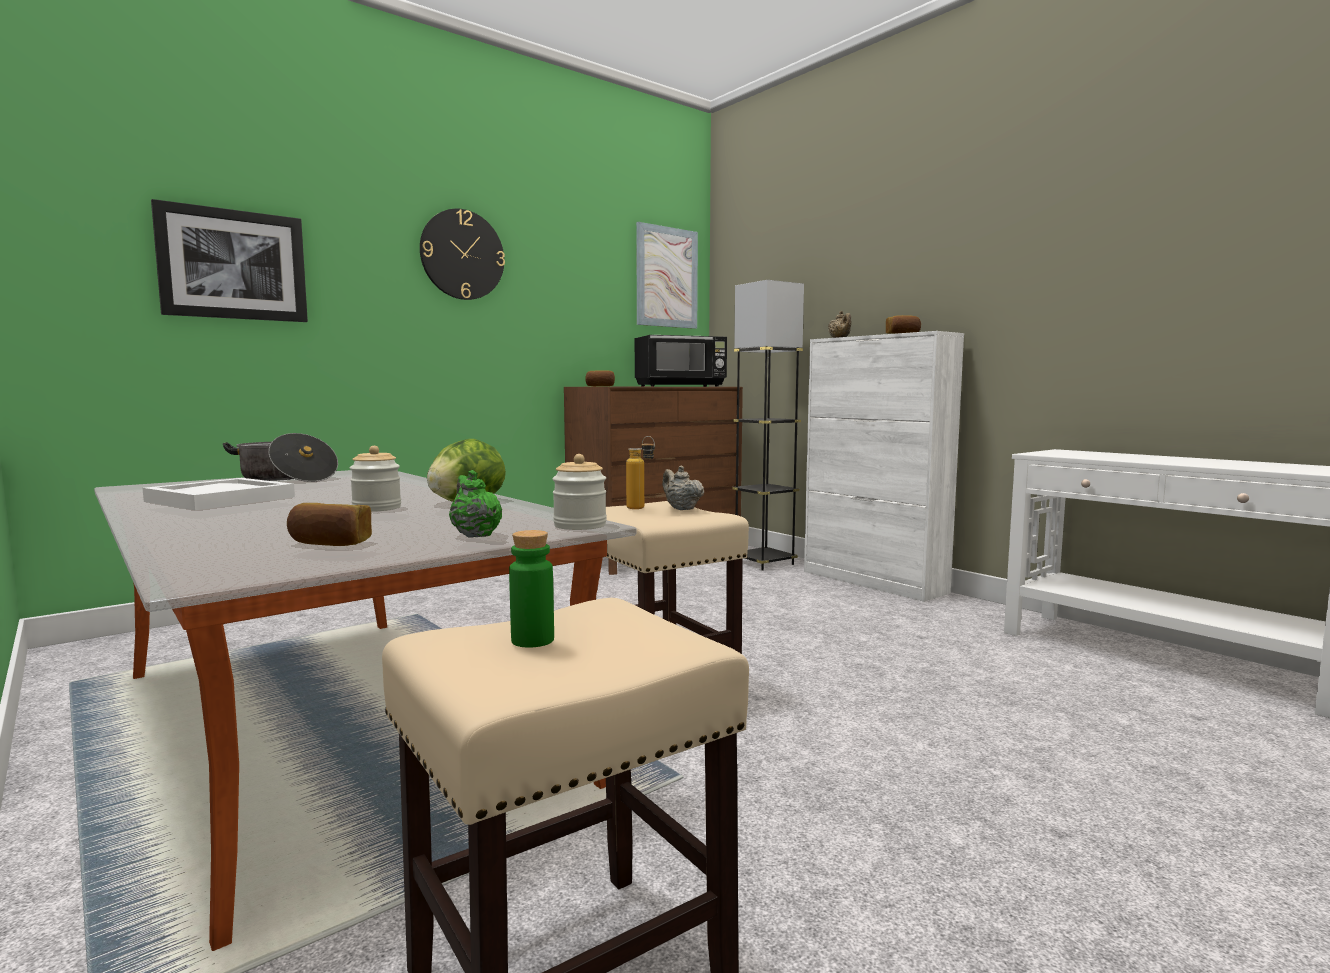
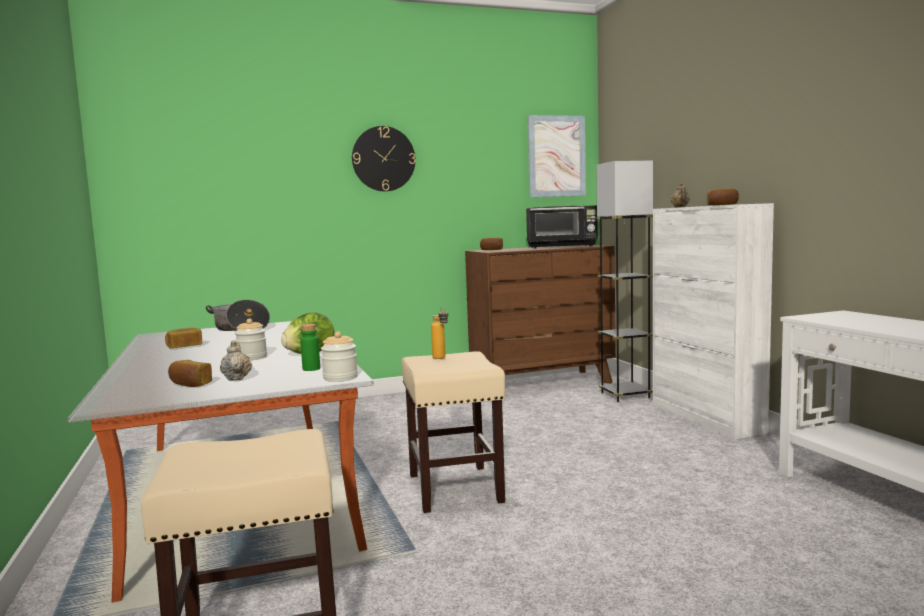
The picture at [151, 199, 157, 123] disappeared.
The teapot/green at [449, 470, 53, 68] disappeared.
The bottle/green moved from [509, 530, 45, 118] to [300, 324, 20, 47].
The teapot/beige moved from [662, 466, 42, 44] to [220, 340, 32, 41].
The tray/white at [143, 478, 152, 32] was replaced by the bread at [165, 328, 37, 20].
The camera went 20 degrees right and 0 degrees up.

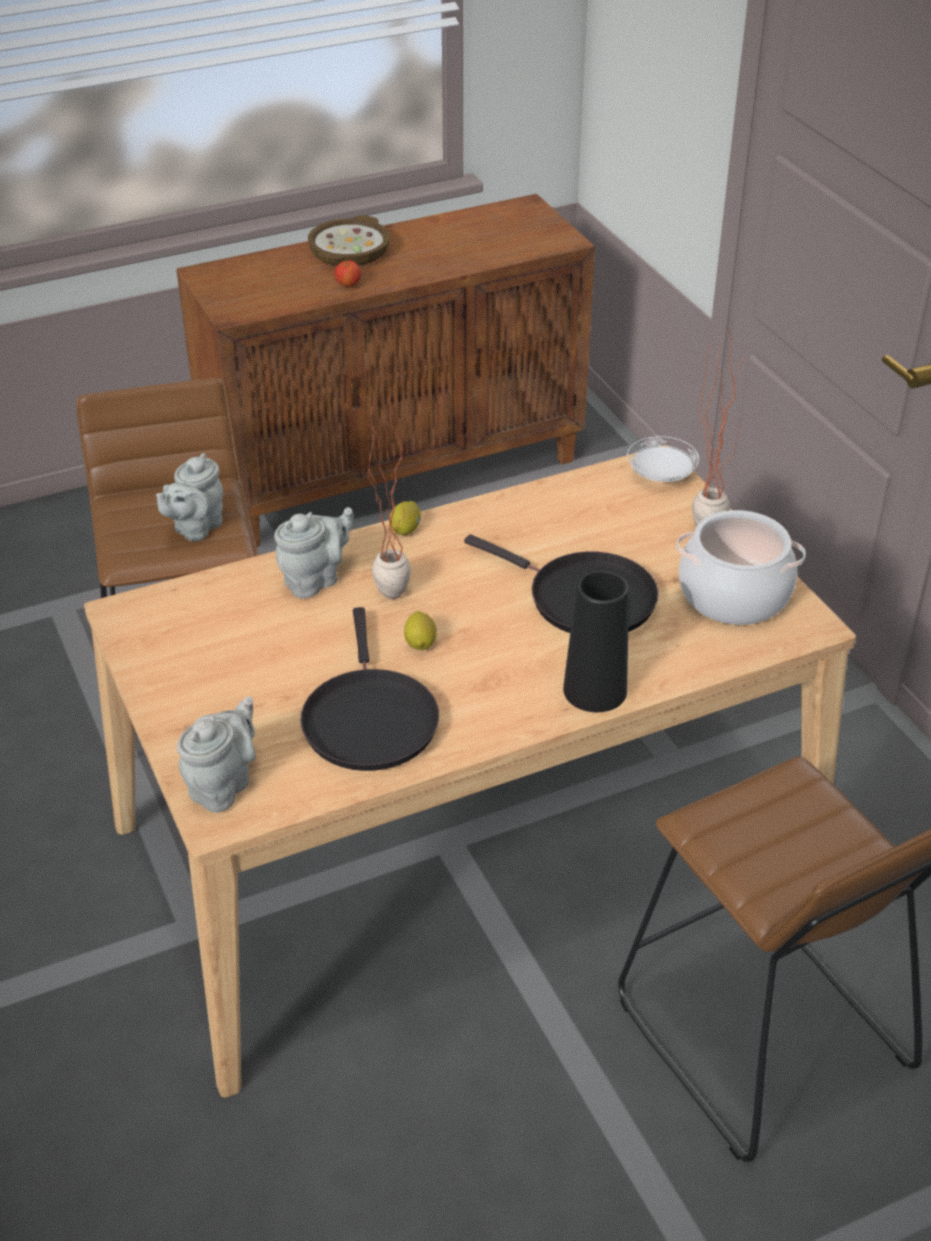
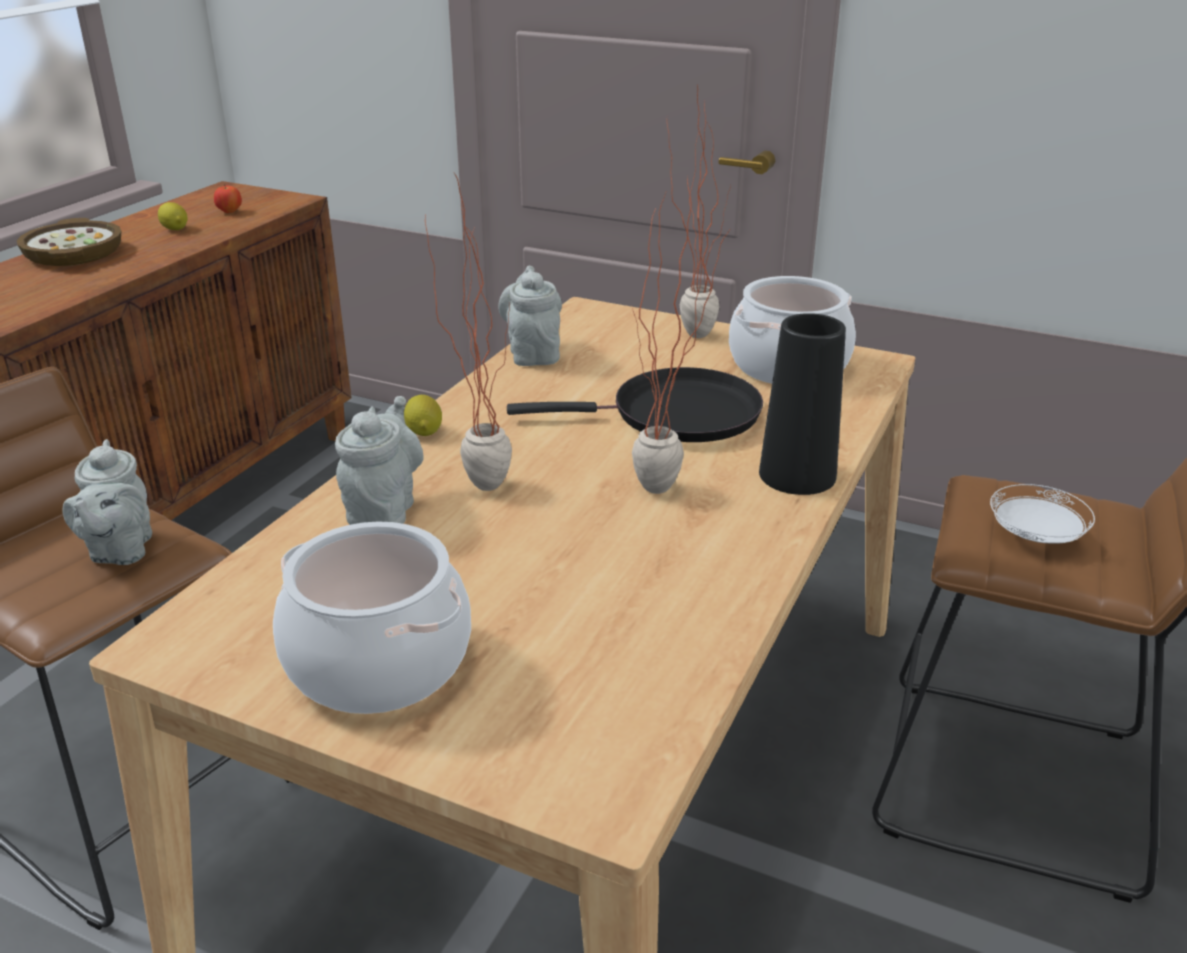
The frying pan/black at [301, 607, 138, 164] disappeared.
The cooking pot at [273, 521, 198, 193] appeared.
The potted plant at [632, 178, 99, 316] appeared.
The teapot/grey moved from [177, 696, 79, 117] to [498, 266, 64, 100].
The apple moved from [335, 260, 26, 28] to [214, 184, 28, 29].
The lemon moved from [404, 611, 33, 39] to [158, 202, 29, 28].
The plate/white moved from [627, 436, 72, 46] to [990, 484, 105, 60].
The camera went 40 degrees left and 10 degrees down.

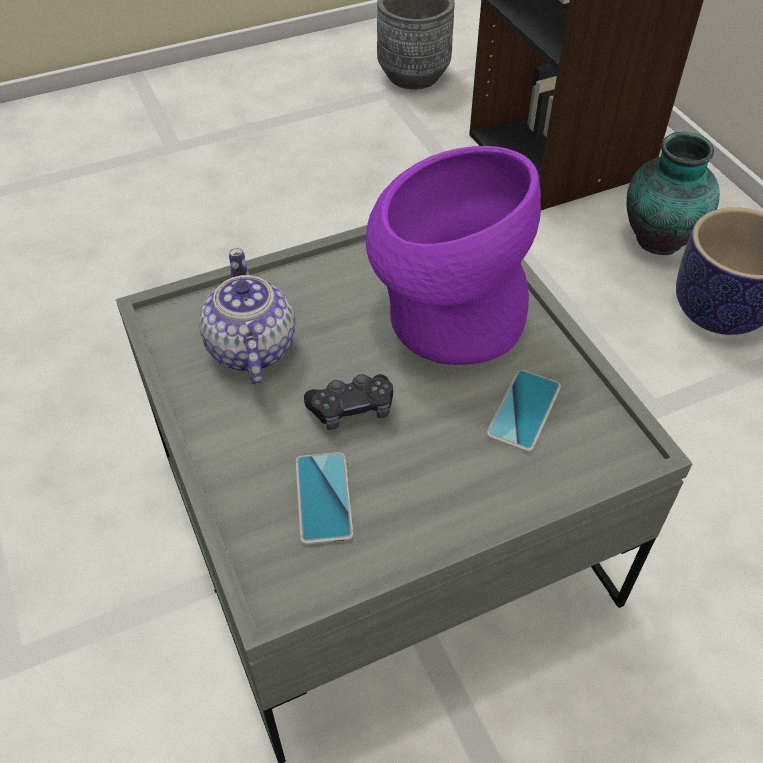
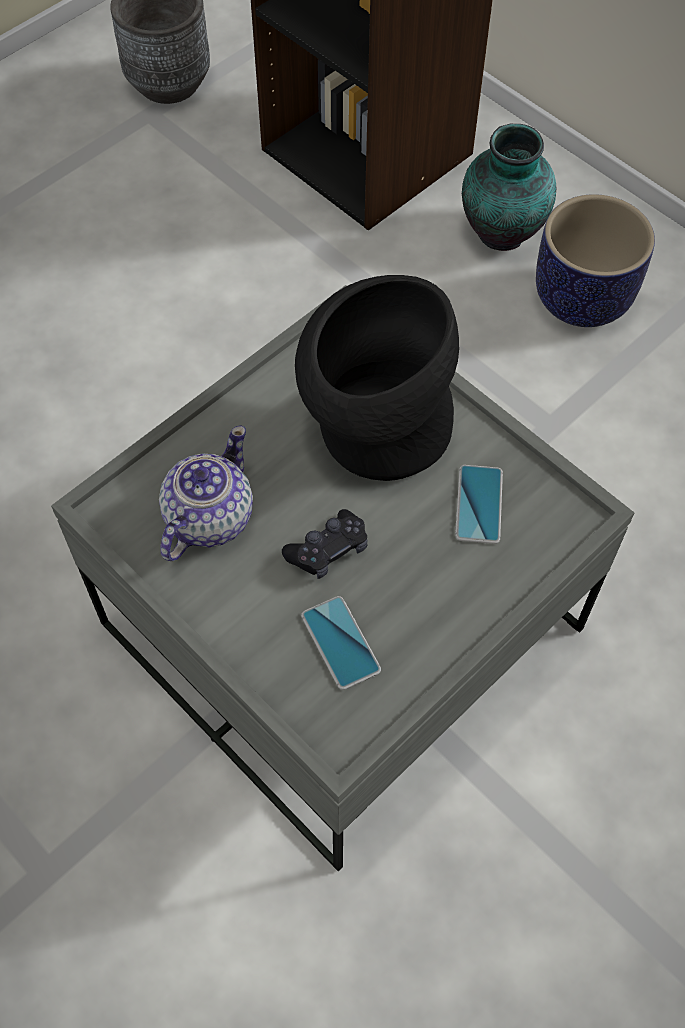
The vase/purple at [366, 146, 175, 219] became the vase/black at [295, 275, 164, 206].
The teapot at [199, 248, 96, 137] turned 60 degrees clockwise.
The camera went 20 degrees left and 10 degrees up.

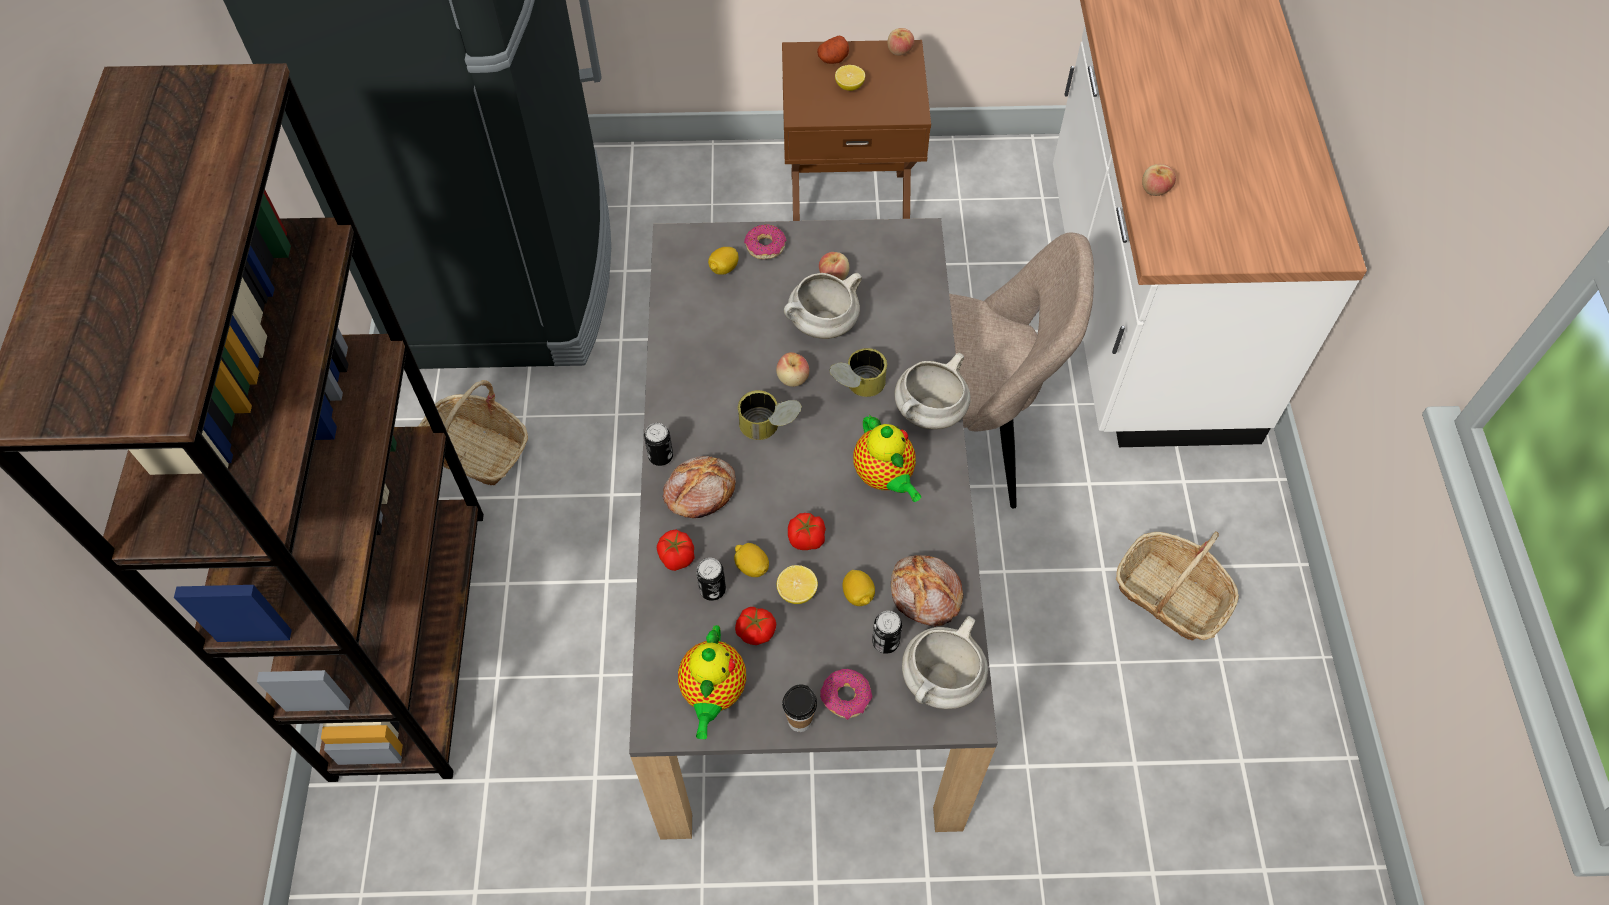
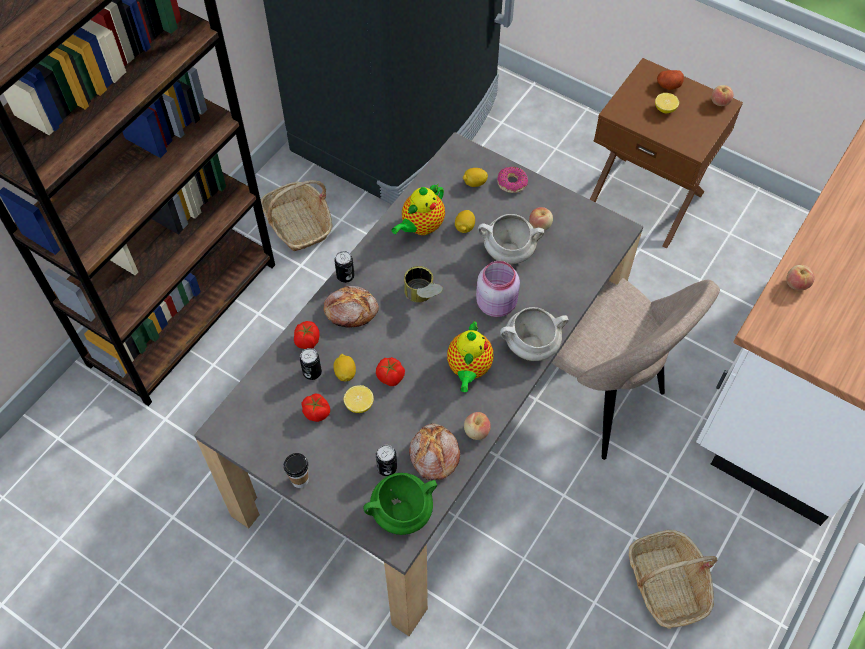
The donut at [820, 669, 53, 51] disappeared.
The teapot moved from [678, 625, 68, 115] to [391, 184, 54, 51].
The apple moved from [776, 352, 33, 35] to [464, 412, 27, 28].
The lemon moved from [843, 570, 32, 36] to [455, 210, 20, 23].
The can at [829, 348, 58, 49] was replaced by the jar/pink at [476, 261, 44, 56].
The cooking pot/white at [902, 616, 86, 93] became the cooking pot/green at [364, 473, 73, 62].
The camera went 35 degrees right and 0 degrees up.

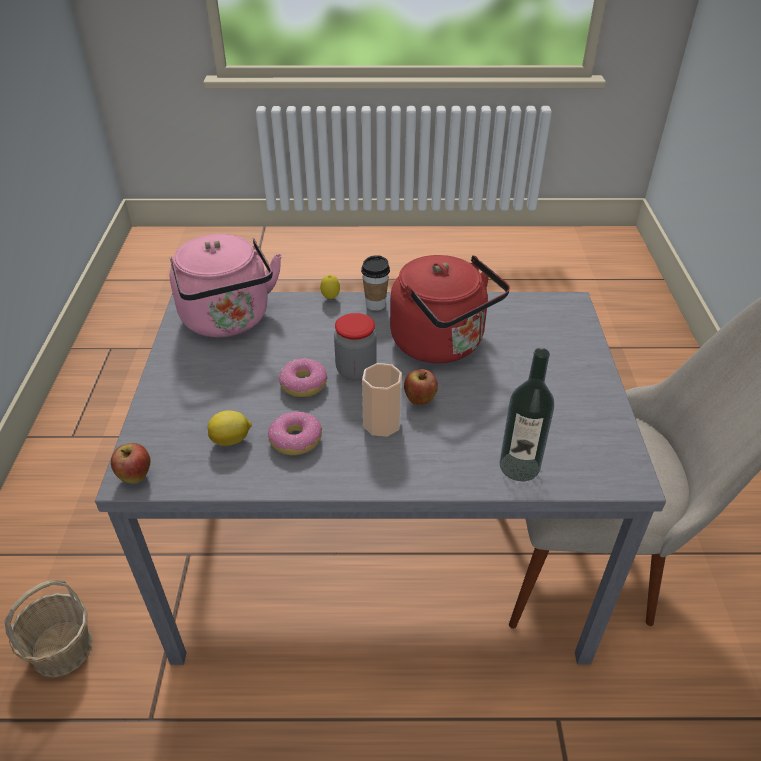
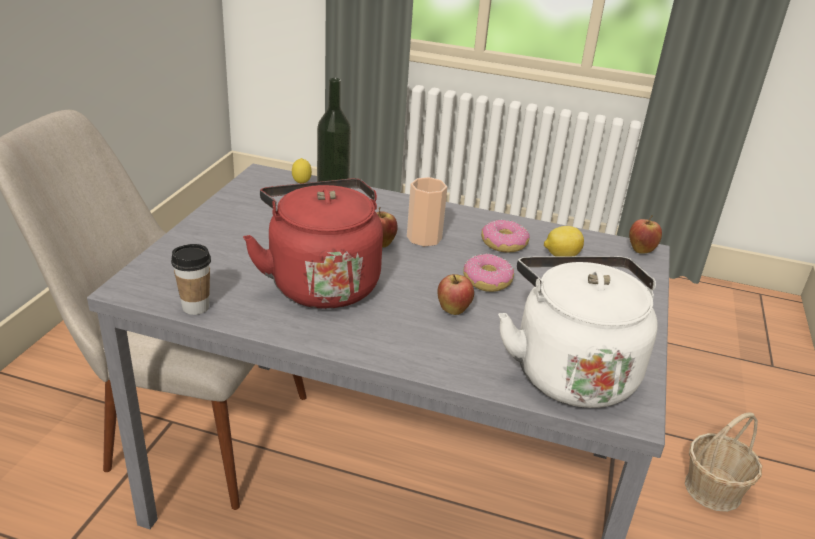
The jar at [334, 313, 43, 68] disappeared.
The apple at [438, 274, 36, 41] appeared.
The lemon moved from [320, 275, 20, 24] to [292, 158, 20, 26].
The cup moved from [361, 255, 29, 56] to [171, 244, 40, 71].
The kettle/pink at [170, 234, 112, 103] became the kettle/white at [498, 256, 160, 152].
The camera went 165 degrees left and 10 degrees down.

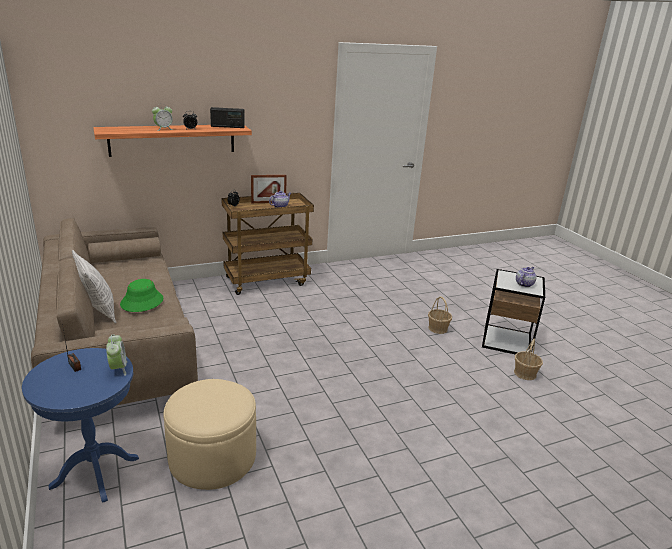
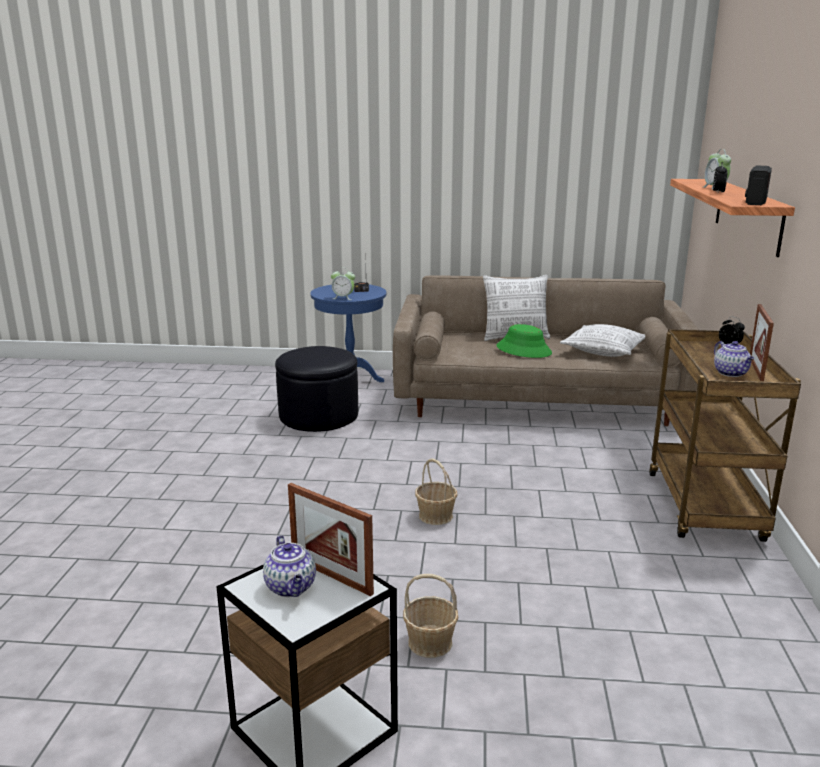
The picture frame at [288, 483, 86, 113] appeared.
The pillow at [560, 324, 85, 33] appeared.
The basket moved from [514, 339, 29, 41] to [415, 458, 42, 67].
The ottoman/beige at [163, 379, 93, 111] became the ottoman/black at [275, 346, 83, 86].
The camera went 120 degrees right and 5 degrees down.

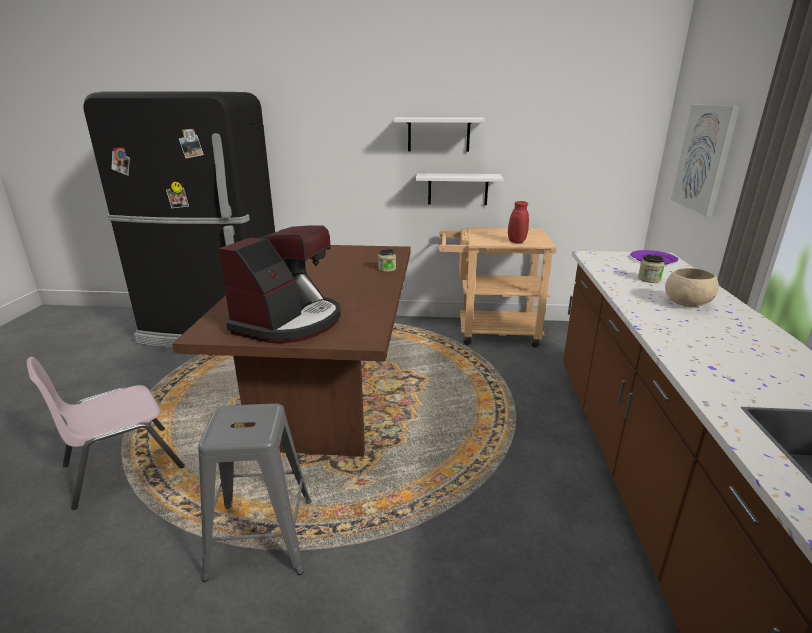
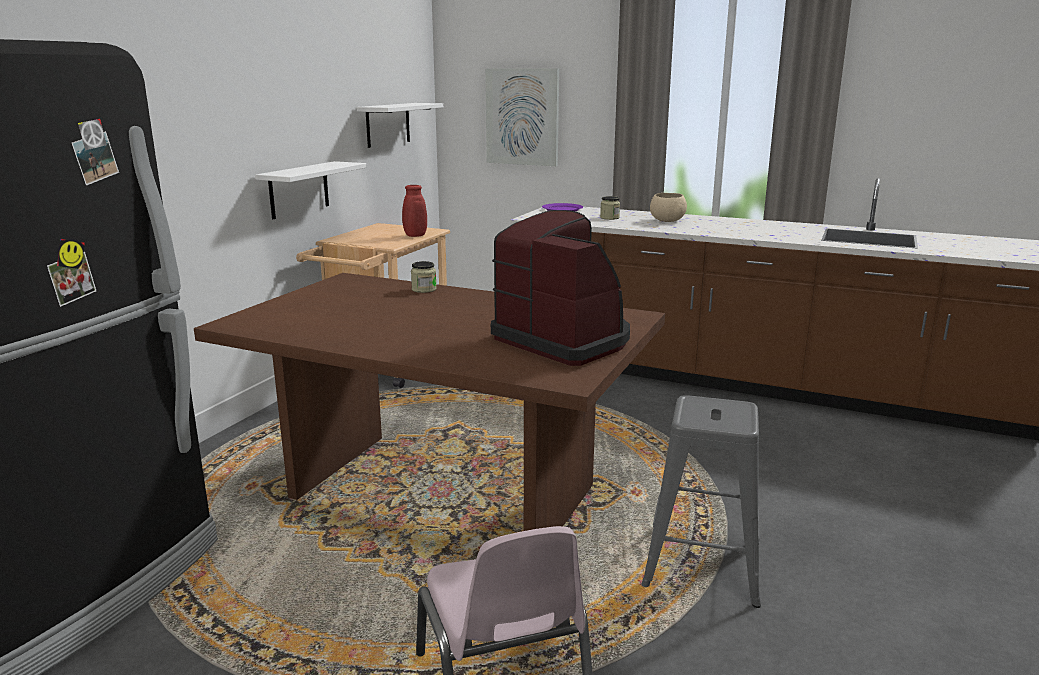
The shelf/white moved from [393, 117, 92, 35] to [356, 103, 87, 45].
The camera went 70 degrees left and 5 degrees down.

